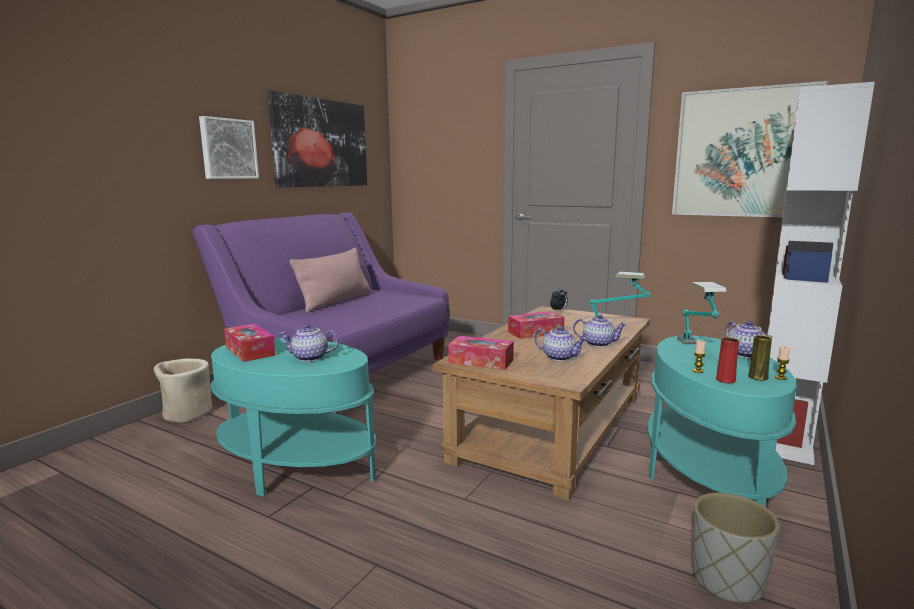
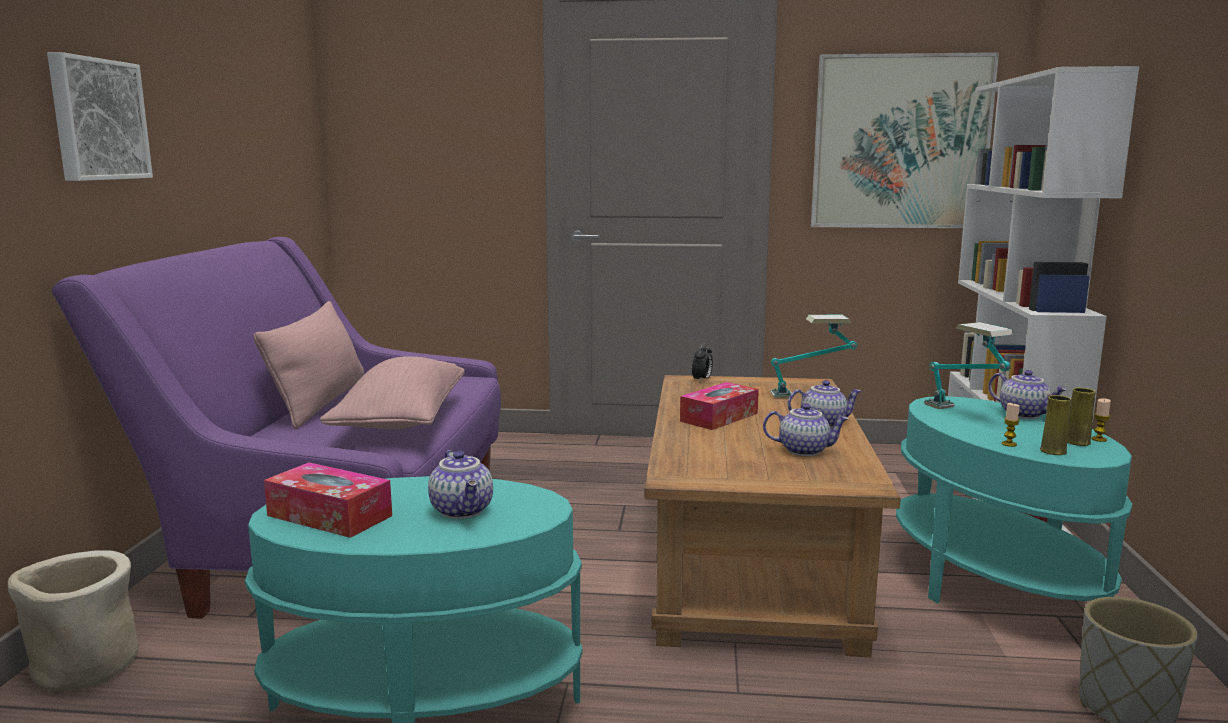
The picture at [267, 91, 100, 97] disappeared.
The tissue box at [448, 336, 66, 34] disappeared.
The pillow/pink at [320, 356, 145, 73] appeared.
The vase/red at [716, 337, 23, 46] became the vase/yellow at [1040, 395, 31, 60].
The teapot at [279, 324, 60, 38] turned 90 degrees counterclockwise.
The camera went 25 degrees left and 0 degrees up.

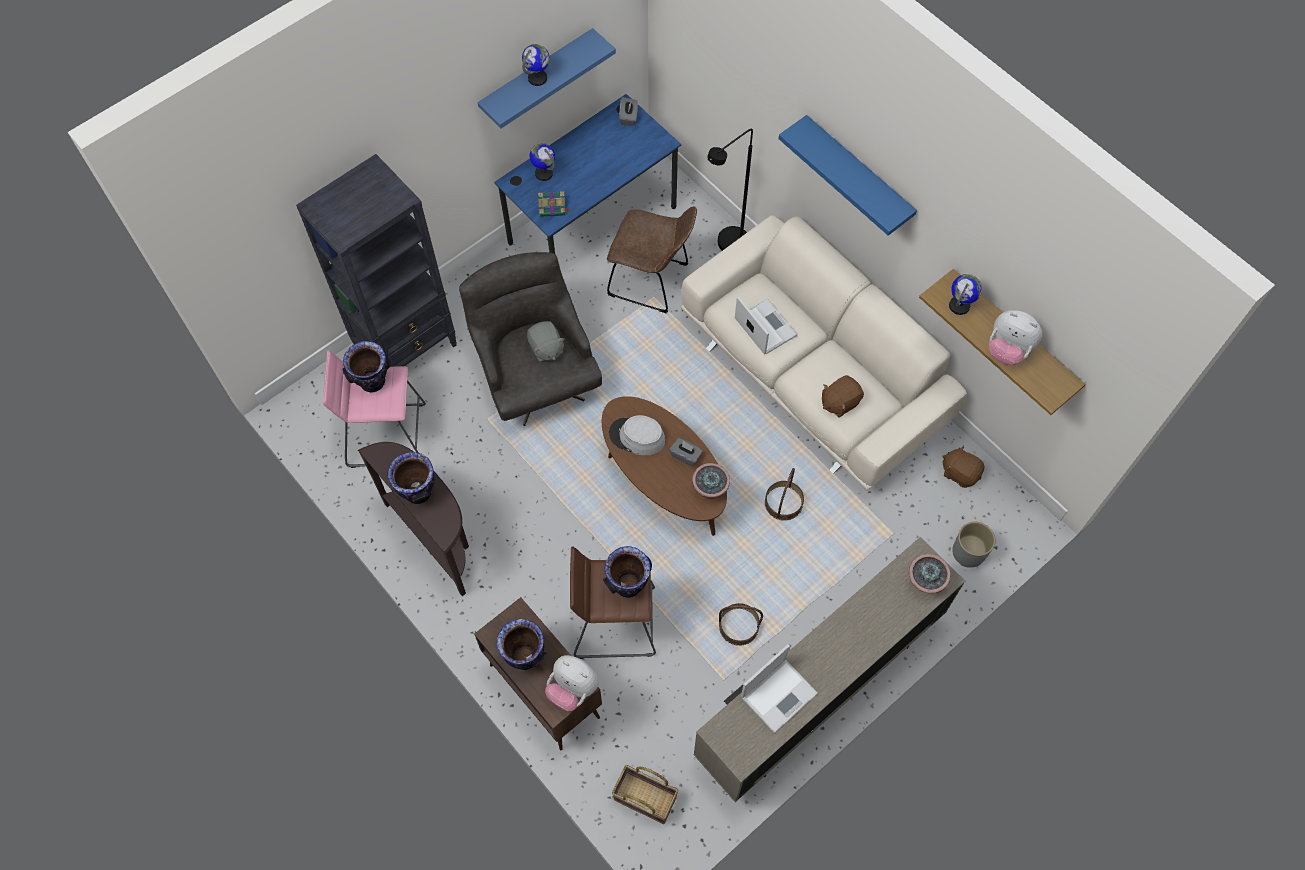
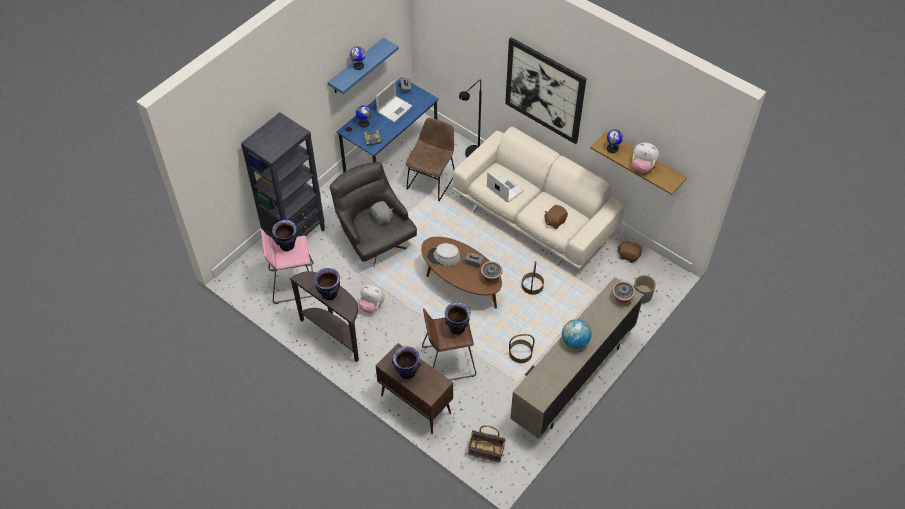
The globe at [562, 319, 30, 30] appeared.
The plush toy moved from [545, 655, 54, 56] to [358, 285, 26, 28].
The laptop moved from [741, 644, 77, 89] to [376, 80, 36, 42].
The shelf/blue at [778, 115, 139, 121] was replaced by the picture at [505, 37, 82, 107].
The chair/brown at [607, 206, 90, 107] turned 75 degrees counterclockwise.
The camera went 10 degrees left and 10 degrees down.

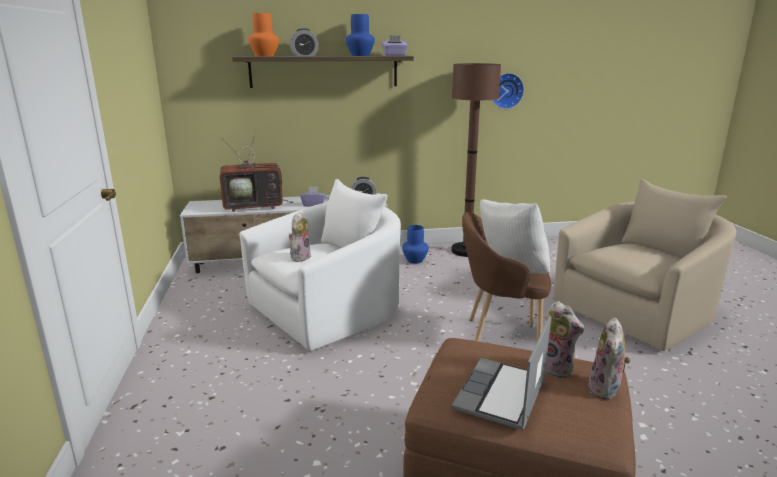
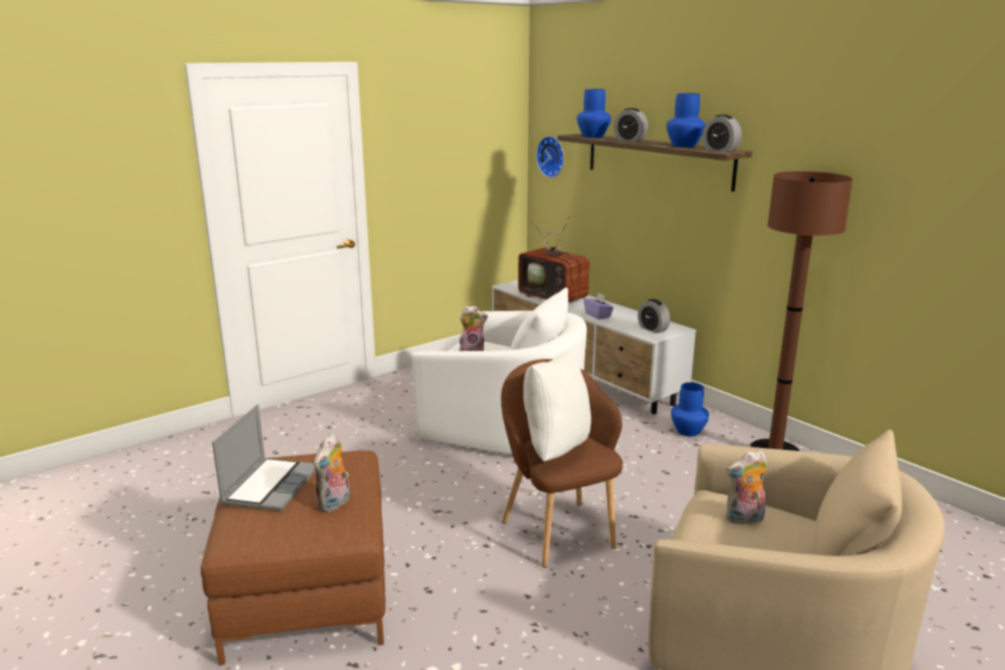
The wall clock moved from [492, 73, 32, 36] to [536, 136, 28, 42].
The plush toy moved from [588, 318, 43, 82] to [726, 450, 41, 75].
The tissue box/purple at [382, 35, 26, 21] was replaced by the alarm clock at [703, 114, 39, 38].
The vase/orange at [248, 13, 31, 43] became the vase/blue at [577, 89, 34, 49].
The laptop at [452, 316, 99, 114] turned 105 degrees clockwise.
The camera went 60 degrees right and 0 degrees up.

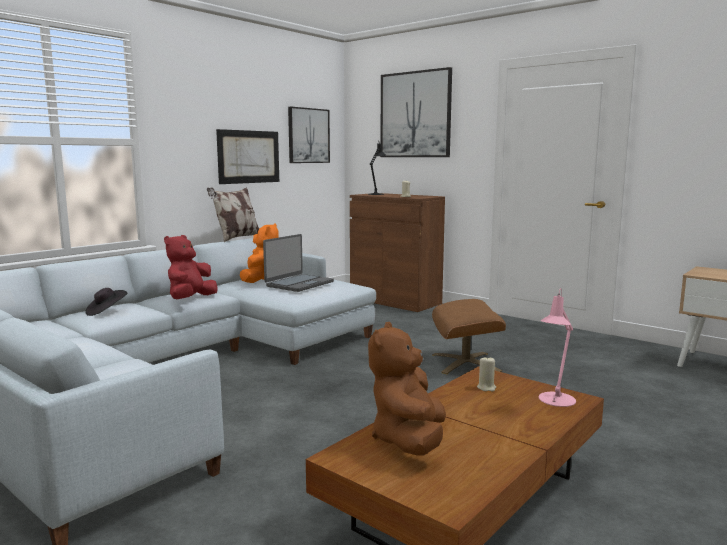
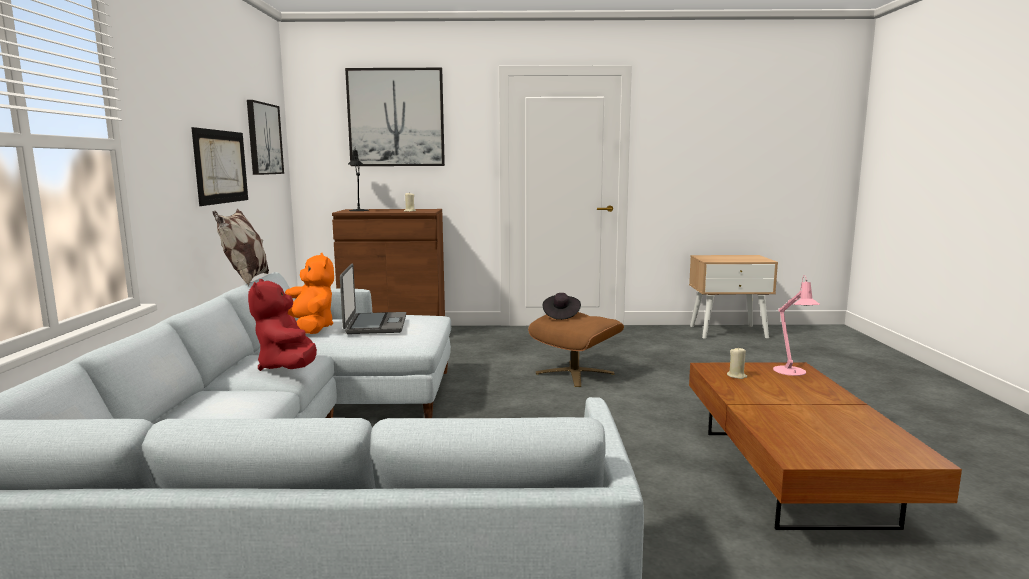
The plush toy/brown at [368, 322, 78, 133] disappeared.
The hat/black moved from [85, 288, 42, 28] to [543, 293, 38, 27].
The camera went 40 degrees left and 0 degrees up.

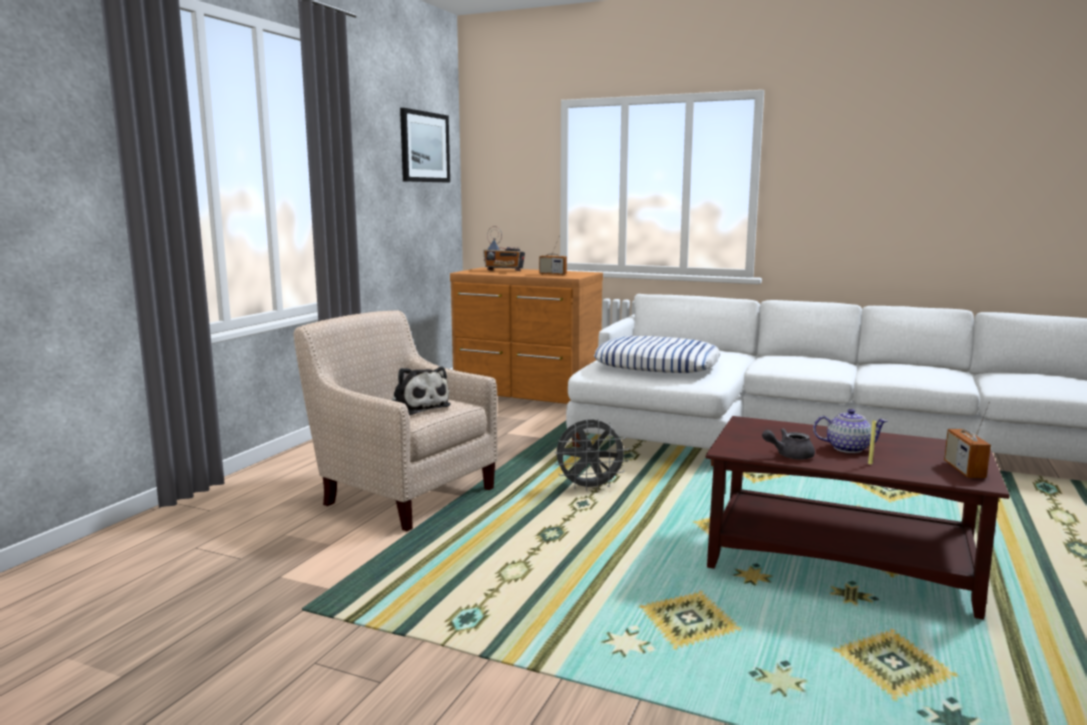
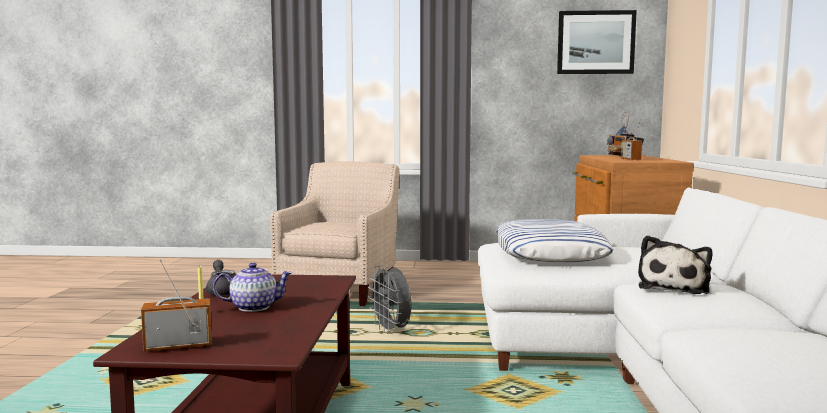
The plush toy moved from [390, 367, 61, 48] to [638, 235, 74, 59].
The teapot at [813, 409, 75, 44] turned 90 degrees counterclockwise.
The camera went 70 degrees right and 5 degrees down.

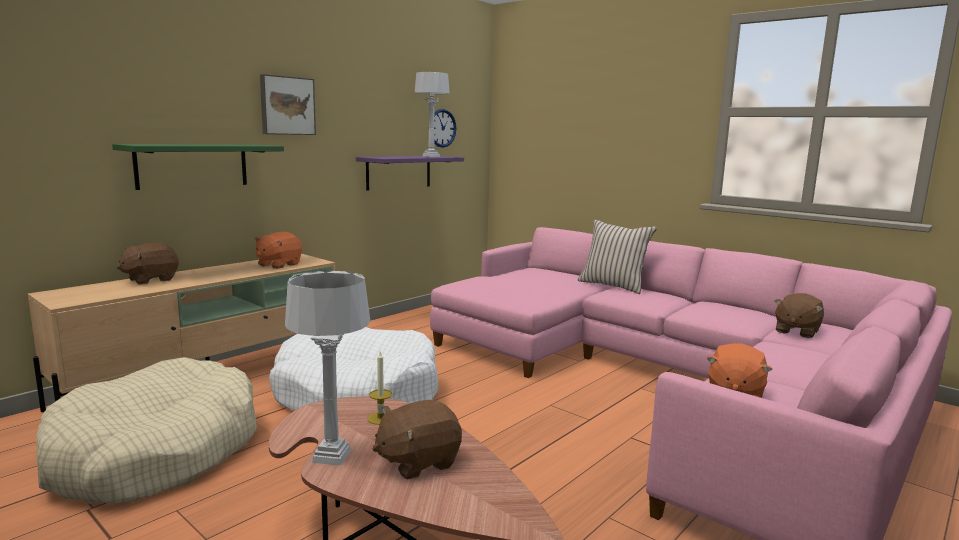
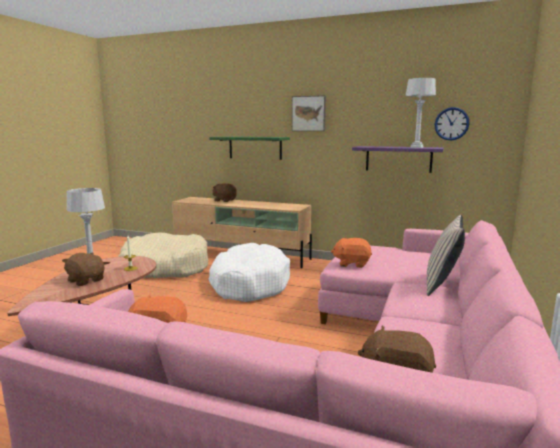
The plush toy/orange moved from [255, 232, 47, 37] to [331, 238, 41, 30].
The camera went 70 degrees right and 0 degrees up.

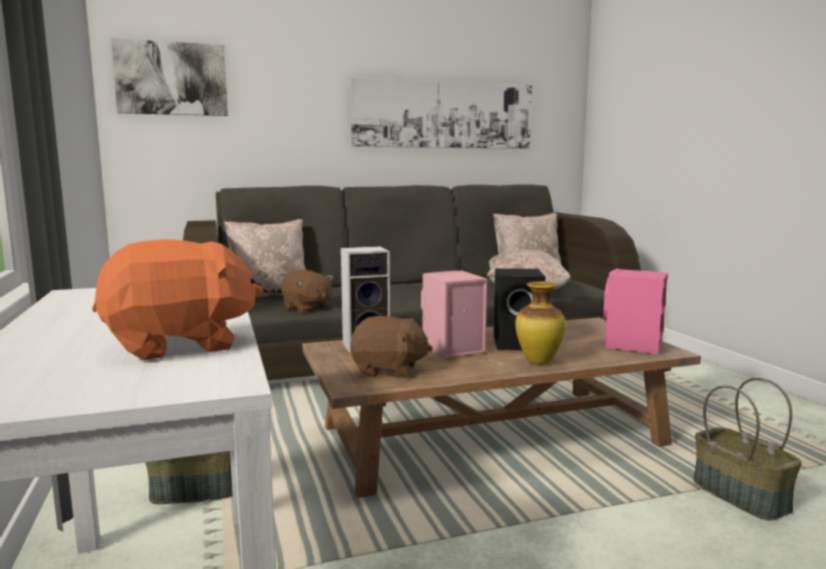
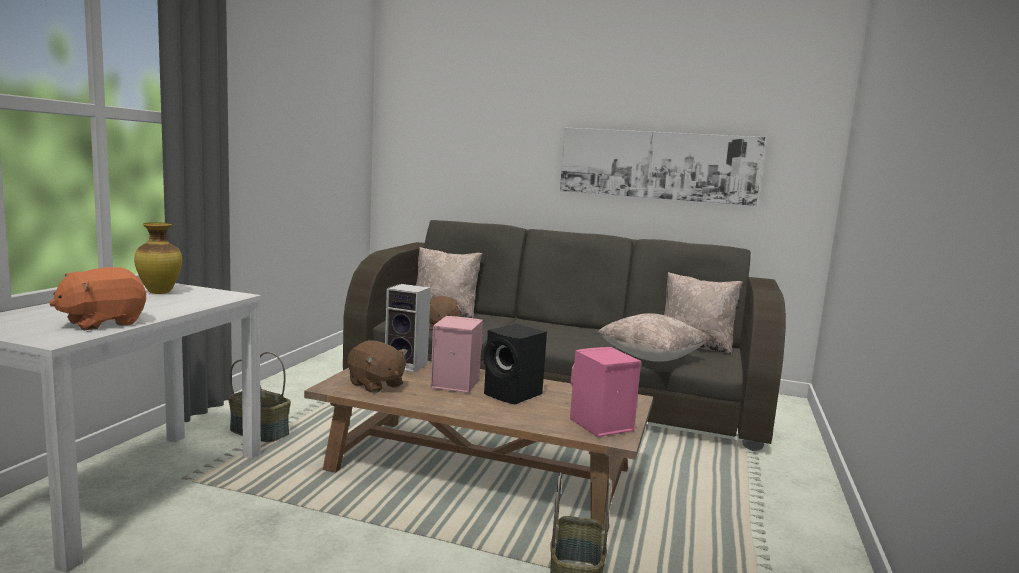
The picture at [111, 38, 117, 78] disappeared.
The vase moved from [515, 281, 51, 84] to [134, 222, 48, 72].
The plush toy/orange at [92, 239, 171, 121] turned 120 degrees clockwise.
The camera went 35 degrees right and 0 degrees up.

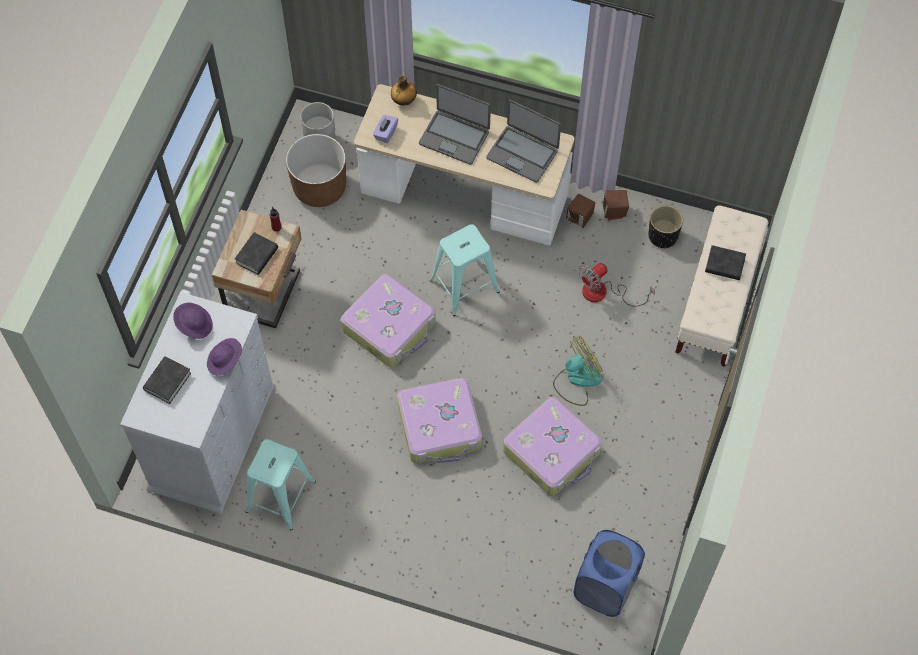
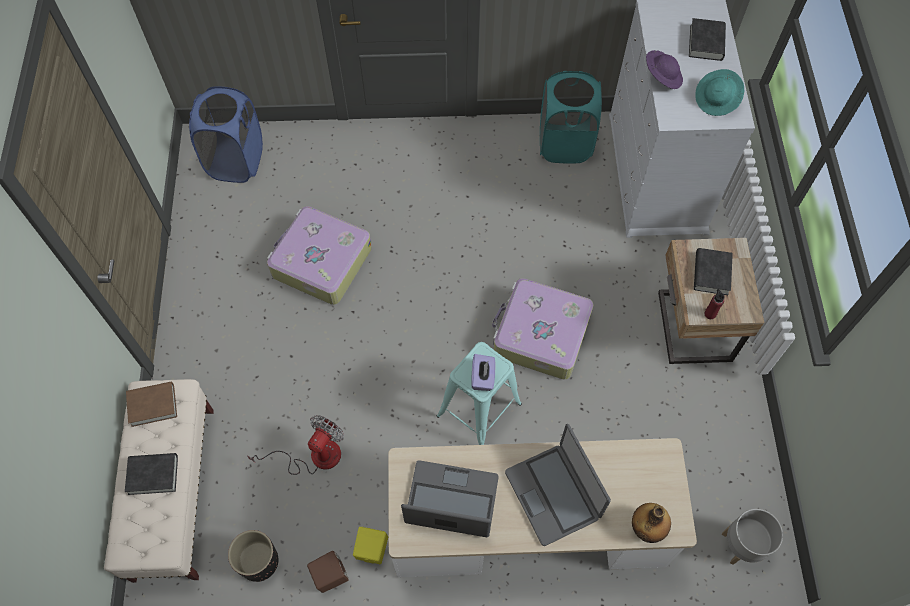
The planter/brown at [286, 134, 60, 73] disappeared.
The suitcase at [397, 378, 85, 86] disappeared.
The fan at [553, 336, 49, 70] disappeared.
The book/brown at [126, 381, 51, 46] appeared.
The tissue box/purple moved from [373, 115, 25, 28] to [471, 354, 24, 37].
The stool/turquoise at [246, 439, 70, 91] was replaced by the laundry basket/turquoise at [540, 71, 62, 93].
The hat/purple at [173, 303, 40, 36] became the hat/turquoise at [695, 69, 49, 47].
The speaker/brown at [566, 194, 29, 34] became the speaker/yellow at [353, 527, 35, 37].
The laptop at [419, 84, 72, 81] turned 120 degrees counterclockwise.
The camera went 160 degrees right and 0 degrees up.

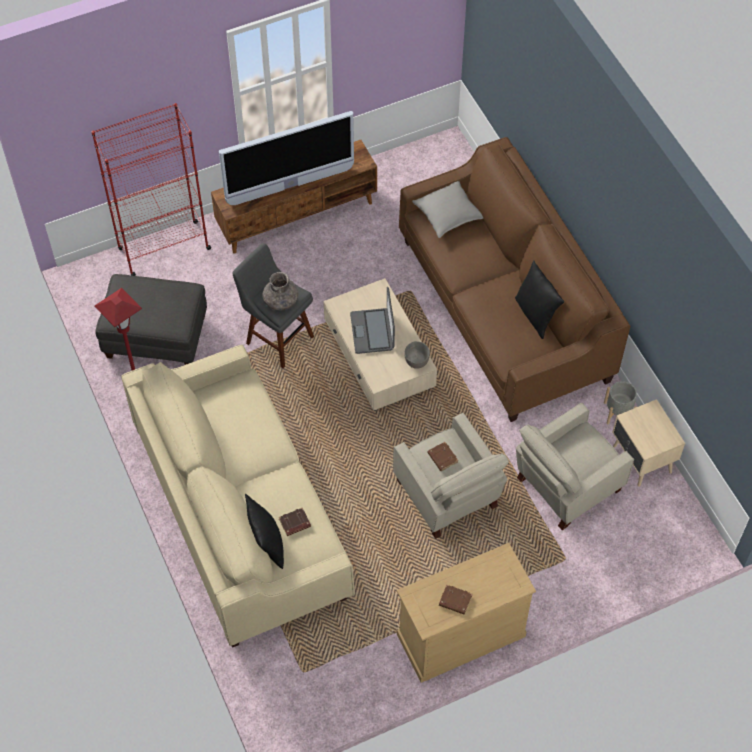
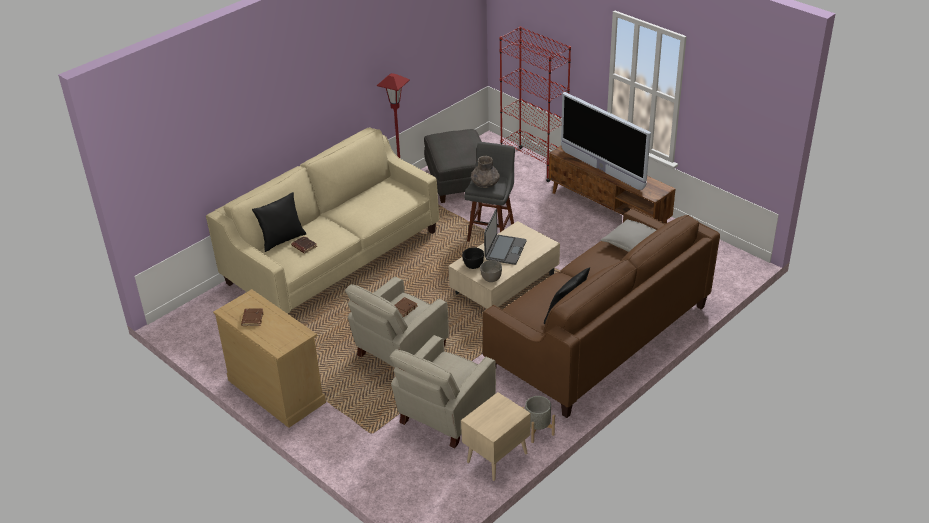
The bowl/black at [462, 247, 22, 22] appeared.
The laptop at [350, 287, 45, 67] turned 135 degrees clockwise.
The armchair/beige at [516, 403, 118, 127] turned 90 degrees counterclockwise.
The camera went 70 degrees right and 20 degrees down.

